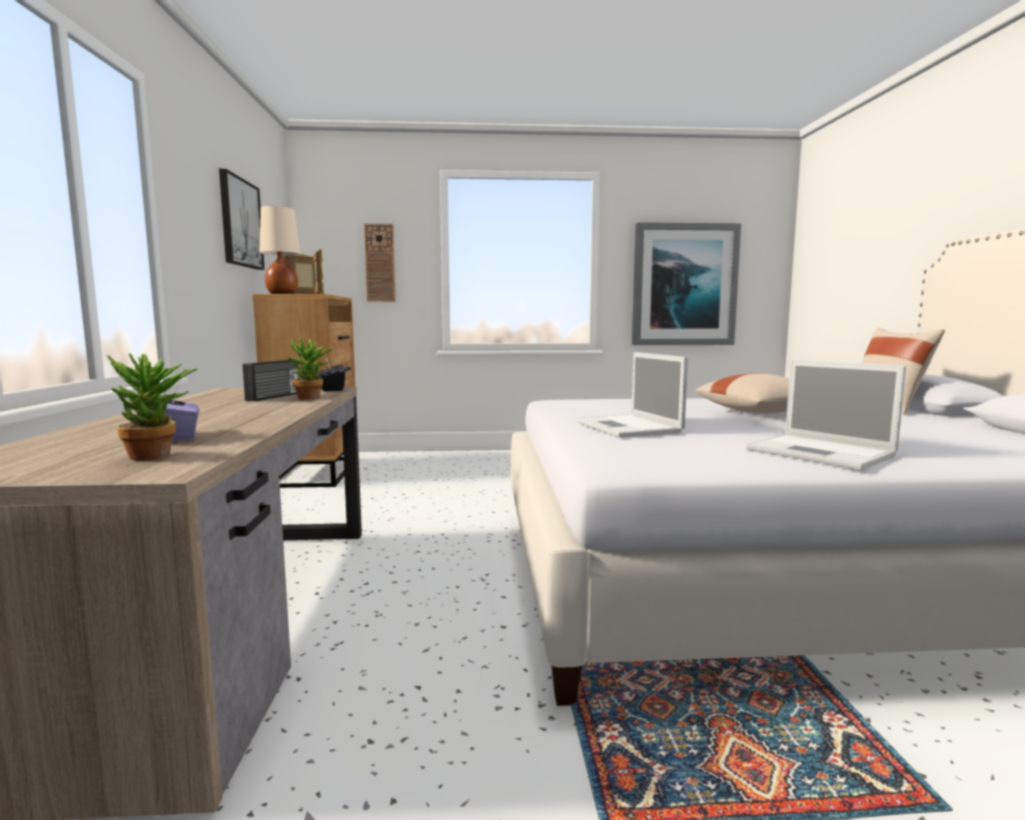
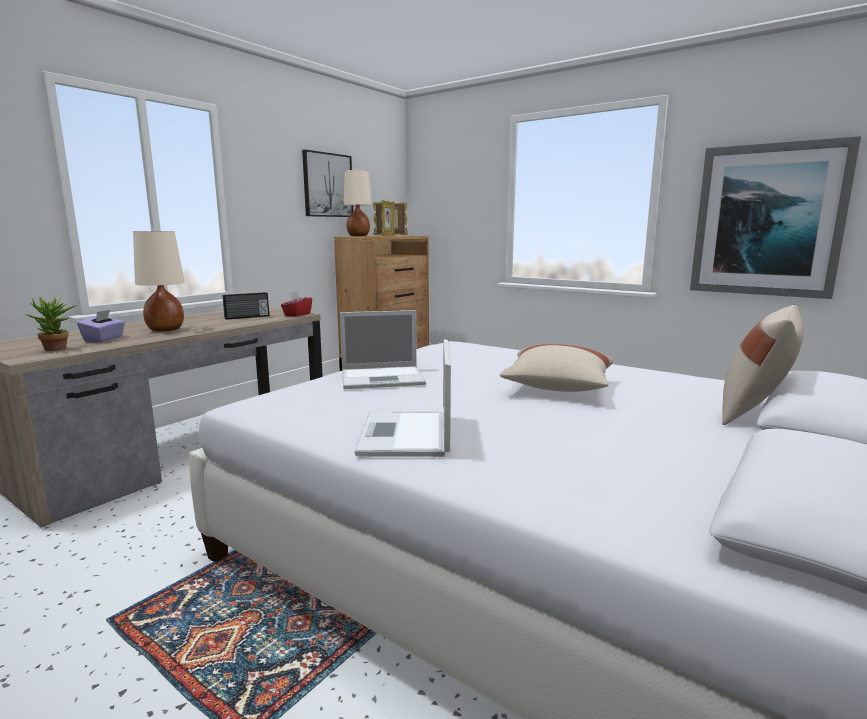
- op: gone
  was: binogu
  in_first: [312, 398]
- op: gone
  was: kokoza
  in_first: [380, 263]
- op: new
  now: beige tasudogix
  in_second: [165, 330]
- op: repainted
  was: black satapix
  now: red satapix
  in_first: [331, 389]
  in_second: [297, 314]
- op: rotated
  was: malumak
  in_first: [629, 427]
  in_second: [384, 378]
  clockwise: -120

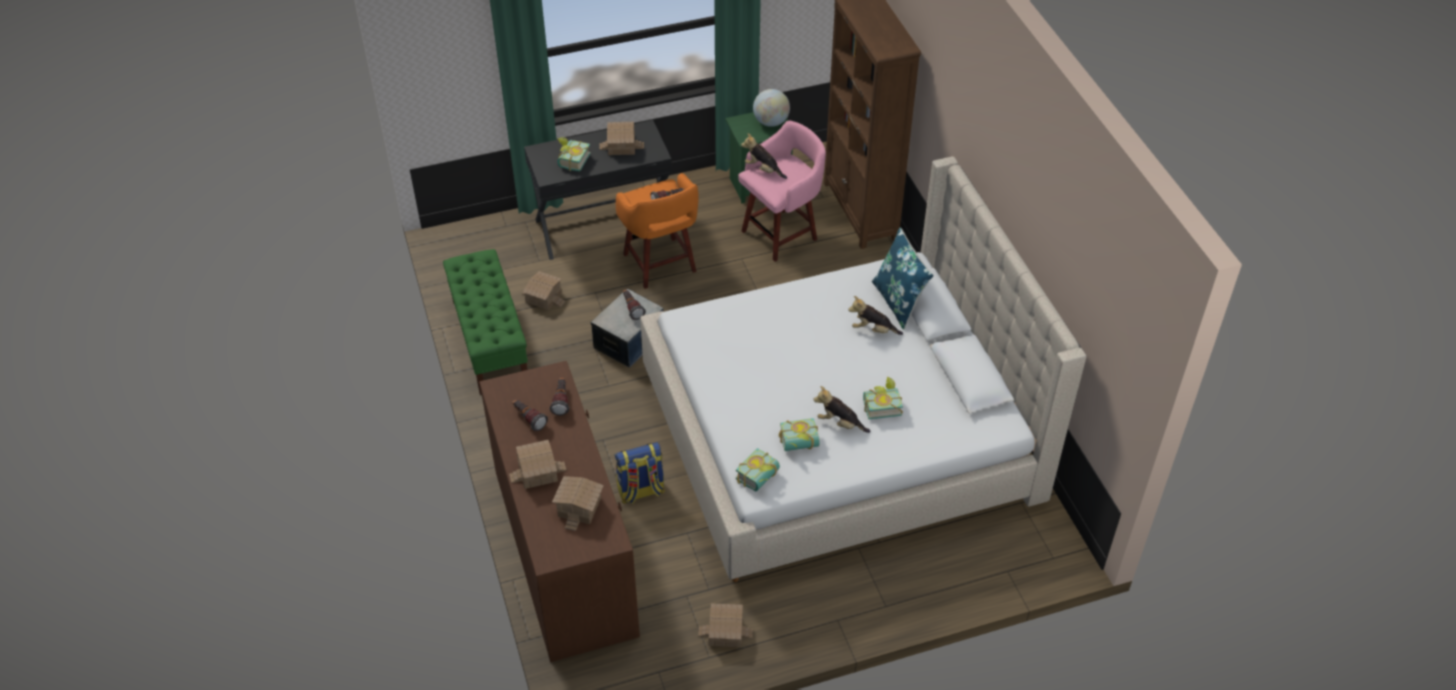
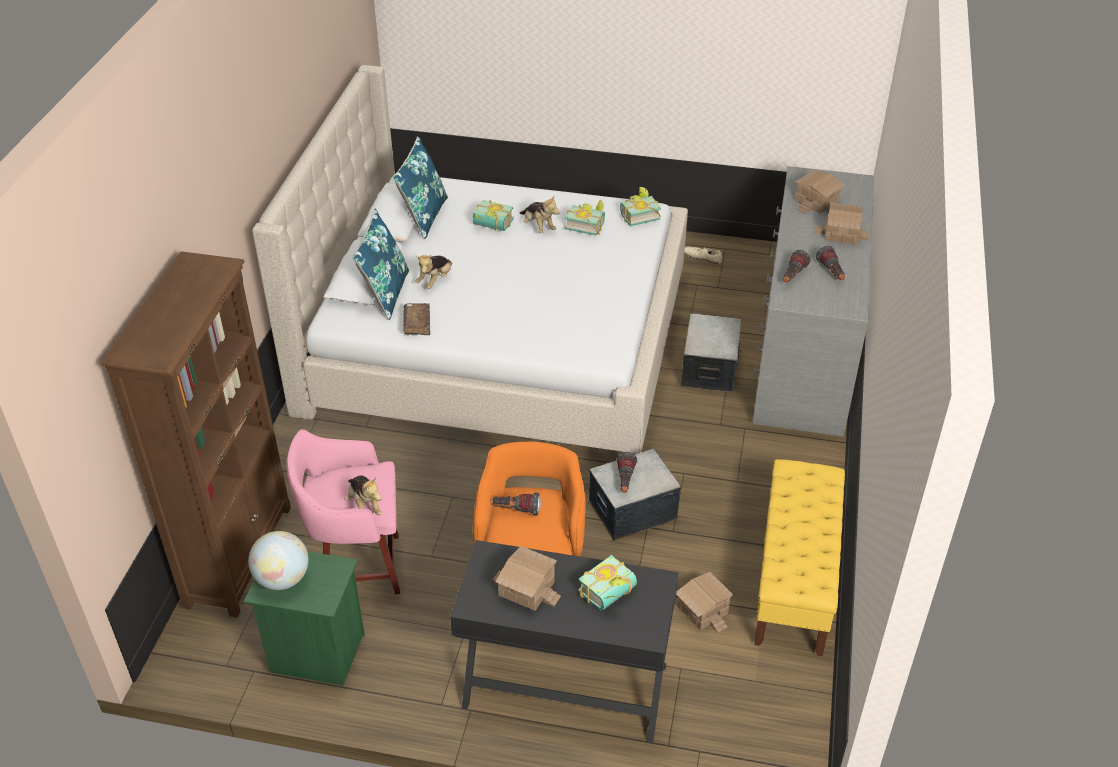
- op: new
  now: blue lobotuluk
  in_second: [423, 216]
- op: new
  now: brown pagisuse
  in_second: [417, 323]
- op: swapped
  was: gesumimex
  now: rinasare
  in_first: [640, 491]
  in_second: [710, 369]
- op: swapped
  was: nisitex
  now: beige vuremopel
  in_first: [725, 632]
  in_second: [702, 257]
- op: repainted
  was: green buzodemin
  now: yellow buzodemin
  in_first: [489, 341]
  in_second: [794, 580]
- op: repainted
  was: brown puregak
  now: grey puregak
  in_first: [564, 550]
  in_second: [805, 351]
- op: rotated
  was: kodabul
  in_first: [873, 330]
  in_second: [435, 280]
  clockwise: 75

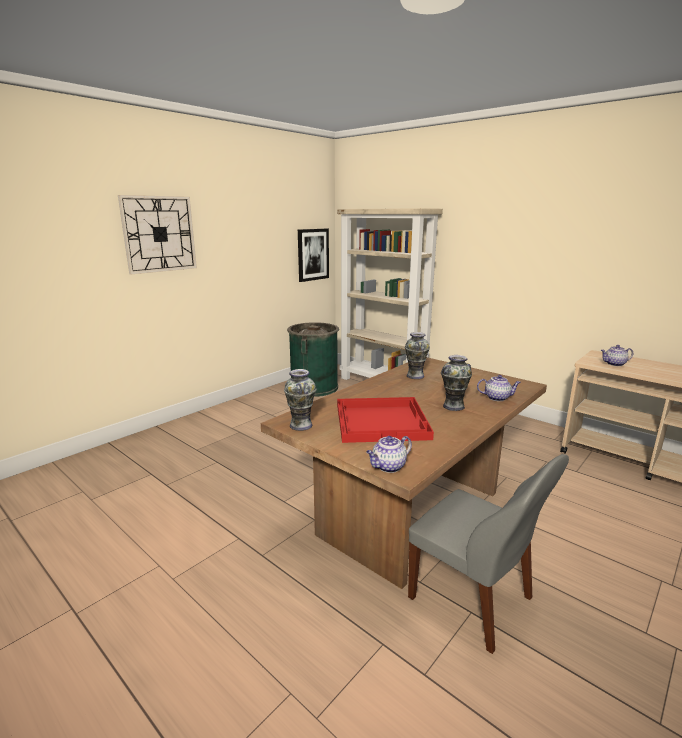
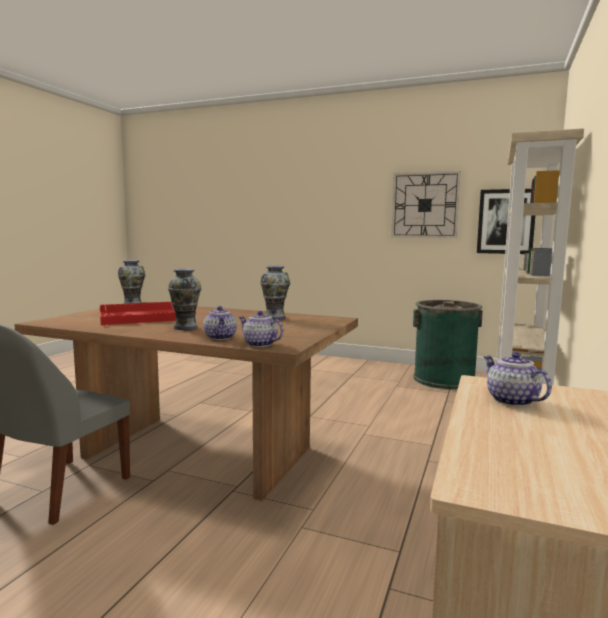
- op: shifted
  was: kokoza
  in_first: [159, 234]
  in_second: [425, 205]
- op: shifted
  was: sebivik
  in_first: [388, 467]
  in_second: [259, 344]

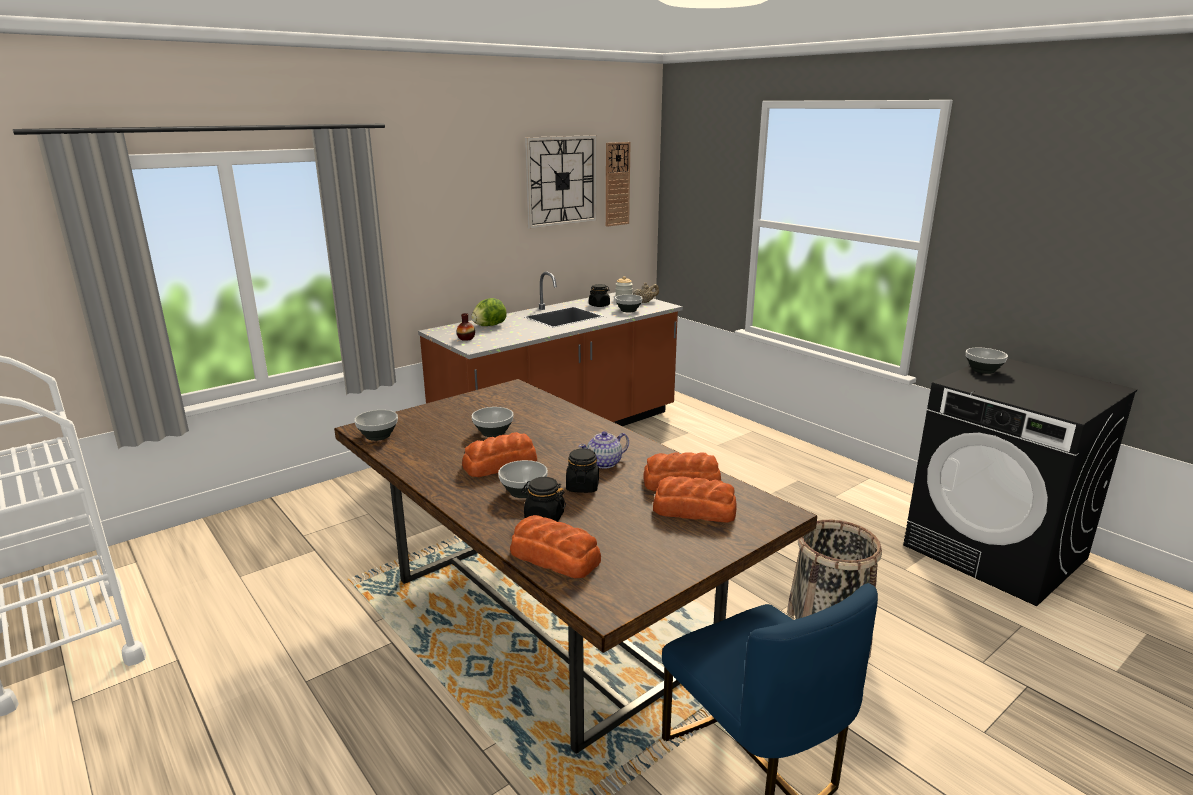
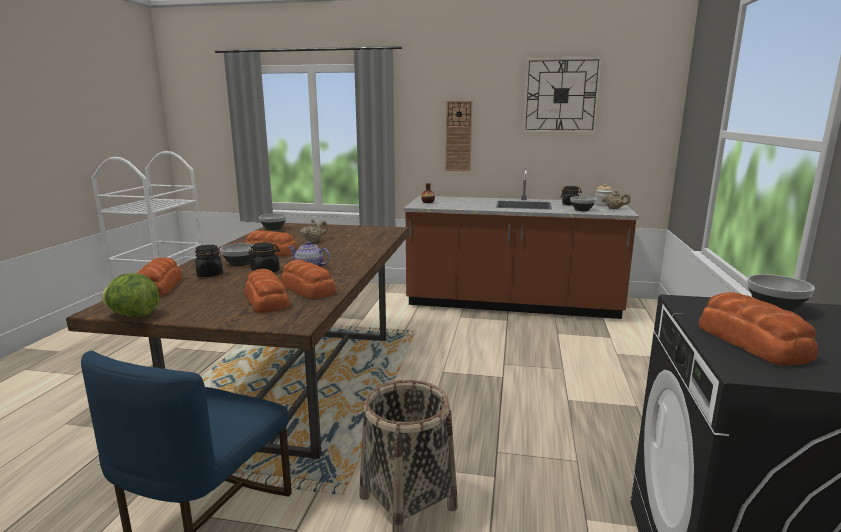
- op: new
  now: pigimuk
  in_second: [751, 342]
- op: shifted
  was: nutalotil
  in_first: [489, 326]
  in_second: [133, 315]
- op: shifted
  was: kokoza
  in_first: [617, 184]
  in_second: [458, 136]
- op: swapped
  was: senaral
  now: beige sebivik
  in_first: [493, 432]
  in_second: [314, 241]

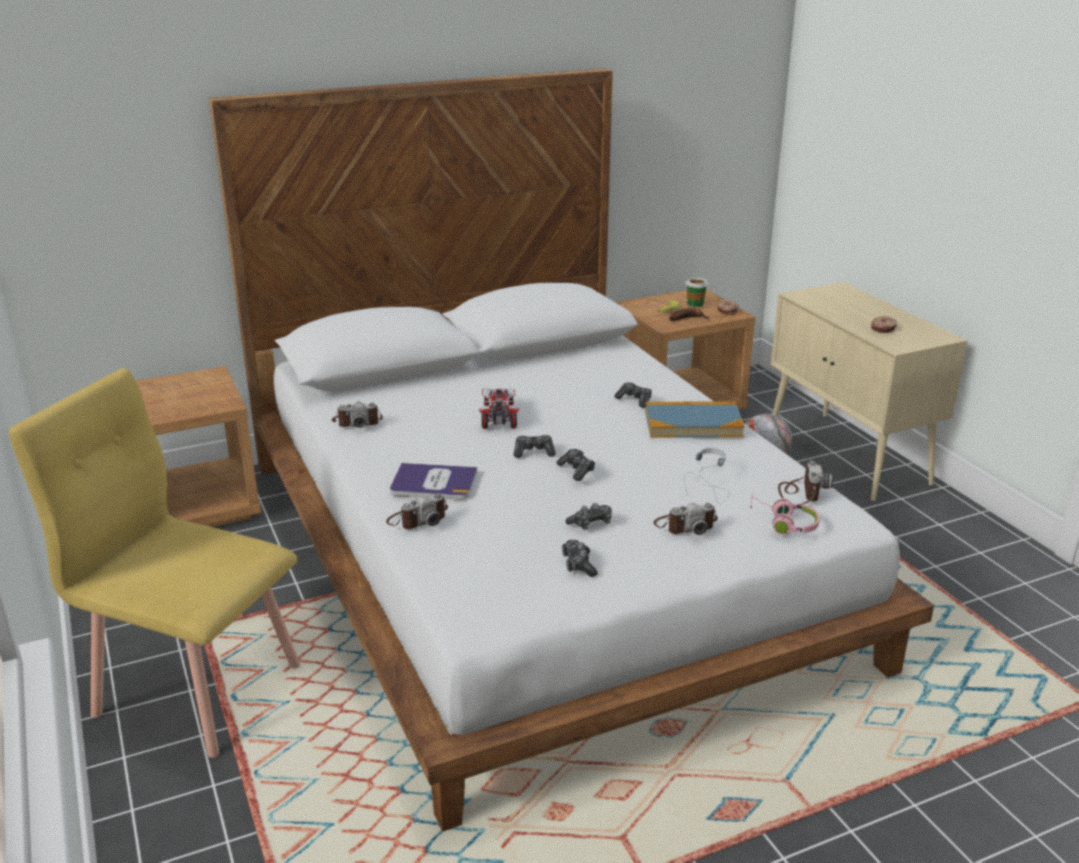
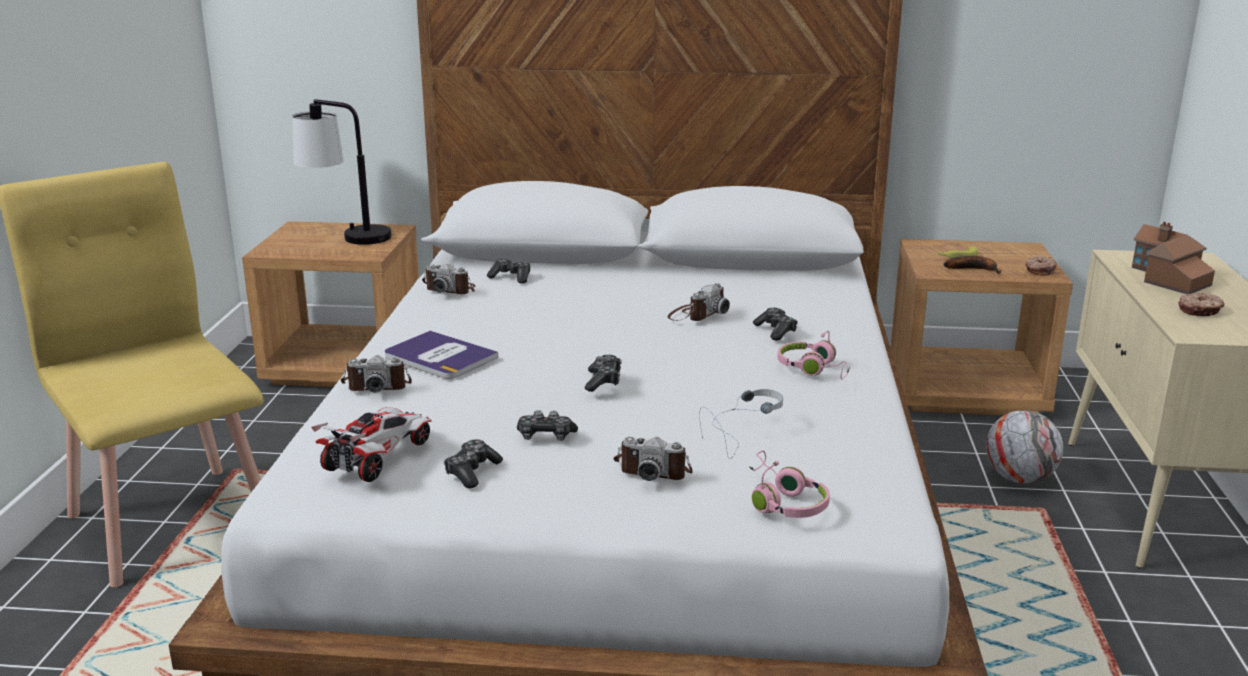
- op: gone
  was: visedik
  in_first: [695, 304]
- op: new
  now: tasudogix
  in_second: [346, 236]
- op: new
  now: nisitex
  in_second: [1166, 278]
- op: shifted
  was: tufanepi
  in_first: [498, 416]
  in_second: [378, 457]
- op: shifted
  was: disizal
  in_first: [534, 452]
  in_second: [511, 277]
- op: shifted
  was: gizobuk
  in_first: [801, 492]
  in_second: [697, 314]
- op: swapped
  was: pagisuse
  now: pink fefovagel
  in_first: [693, 424]
  in_second: [814, 369]

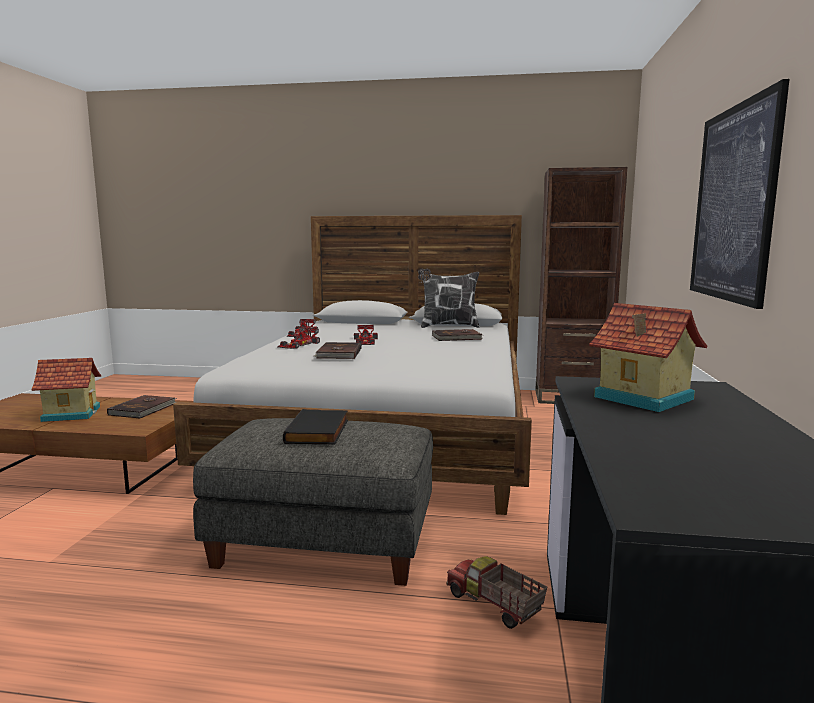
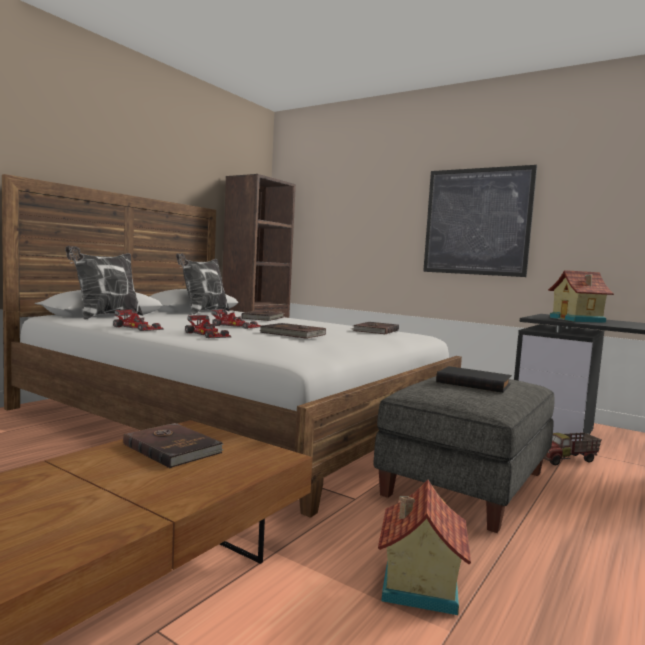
- op: new
  now: lobotuluk
  in_second: [106, 316]
- op: new
  now: brown pagisuse
  in_second: [375, 330]
- op: shifted
  was: nisitex
  in_first: [71, 413]
  in_second: [417, 586]

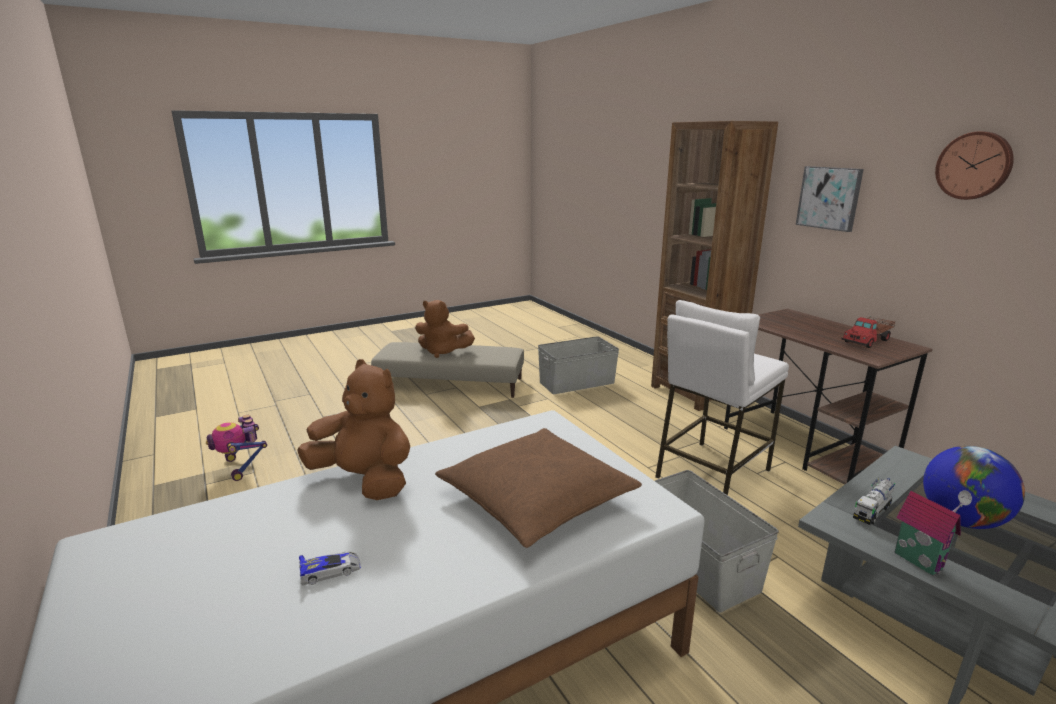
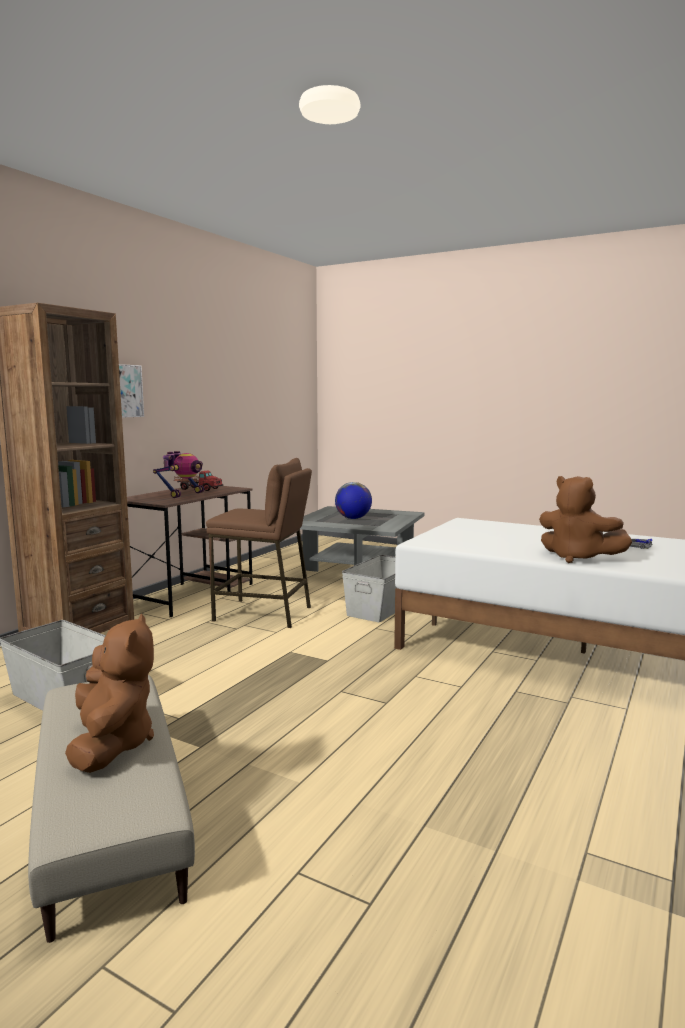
- op: gone
  was: brown lobotuluk
  in_first: [536, 499]
- op: gone
  was: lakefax
  in_first: [872, 511]
- op: gone
  was: nisitex
  in_first: [920, 560]
- op: gone
  was: kokoza
  in_first: [974, 165]
- op: shifted
  was: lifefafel
  in_first: [242, 467]
  in_second: [183, 494]
- op: repainted
  was: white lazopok
  now: brown lazopok
  in_first: [711, 473]
  in_second: [263, 614]
- op: rotated
  was: brown kodabul
  in_first: [364, 480]
  in_second: [577, 558]
  clockwise: -45

